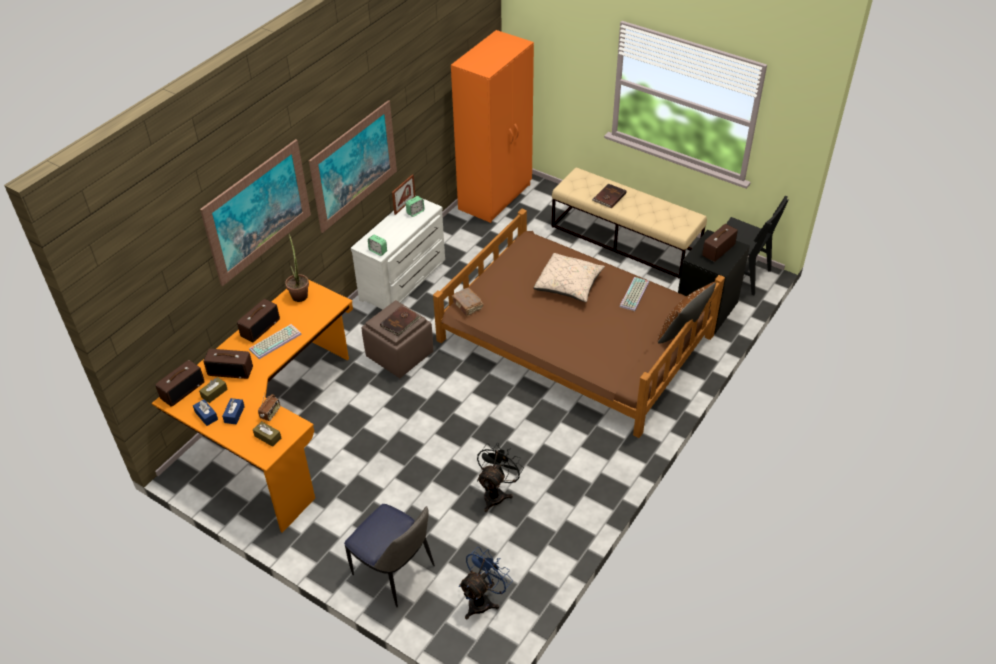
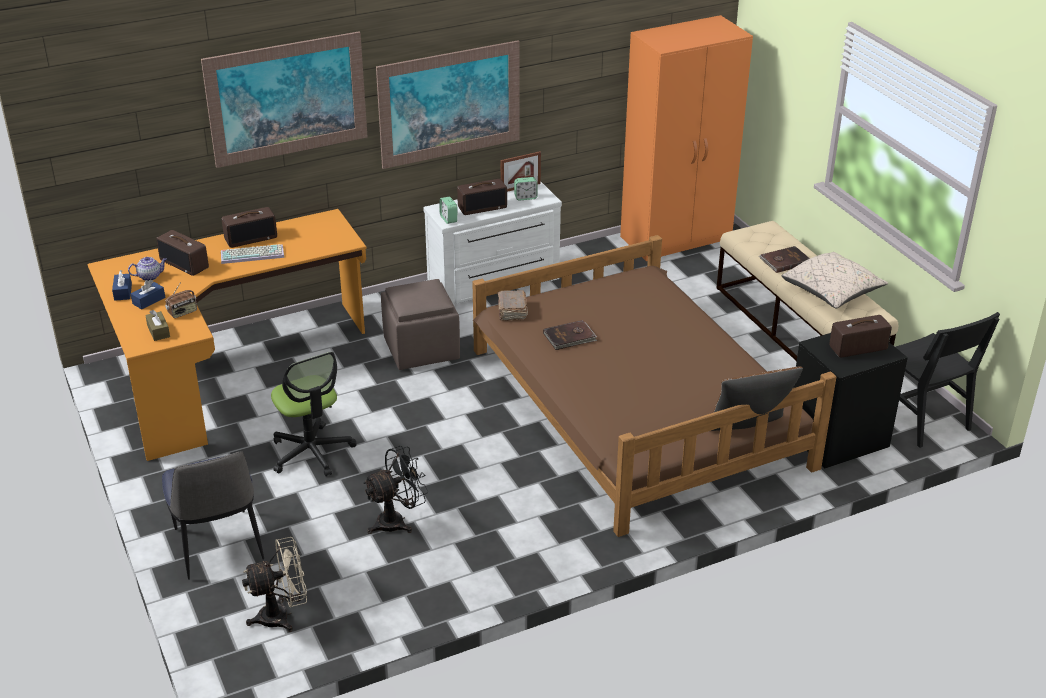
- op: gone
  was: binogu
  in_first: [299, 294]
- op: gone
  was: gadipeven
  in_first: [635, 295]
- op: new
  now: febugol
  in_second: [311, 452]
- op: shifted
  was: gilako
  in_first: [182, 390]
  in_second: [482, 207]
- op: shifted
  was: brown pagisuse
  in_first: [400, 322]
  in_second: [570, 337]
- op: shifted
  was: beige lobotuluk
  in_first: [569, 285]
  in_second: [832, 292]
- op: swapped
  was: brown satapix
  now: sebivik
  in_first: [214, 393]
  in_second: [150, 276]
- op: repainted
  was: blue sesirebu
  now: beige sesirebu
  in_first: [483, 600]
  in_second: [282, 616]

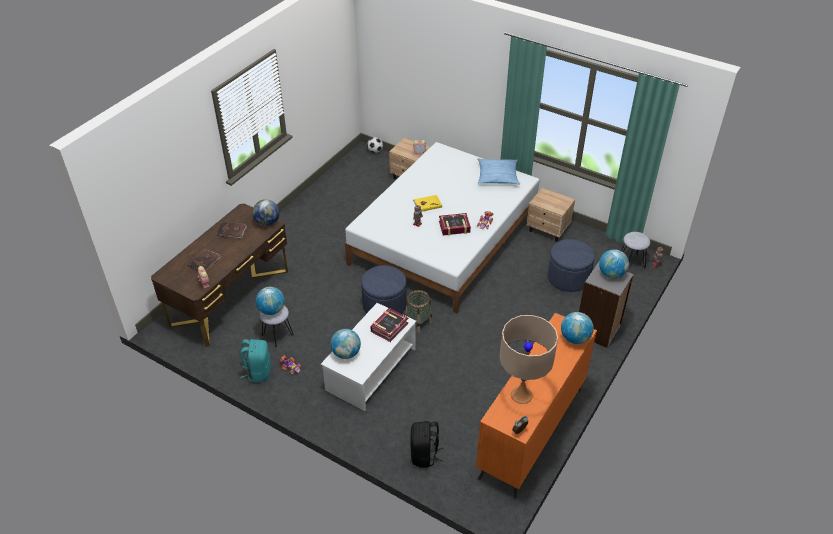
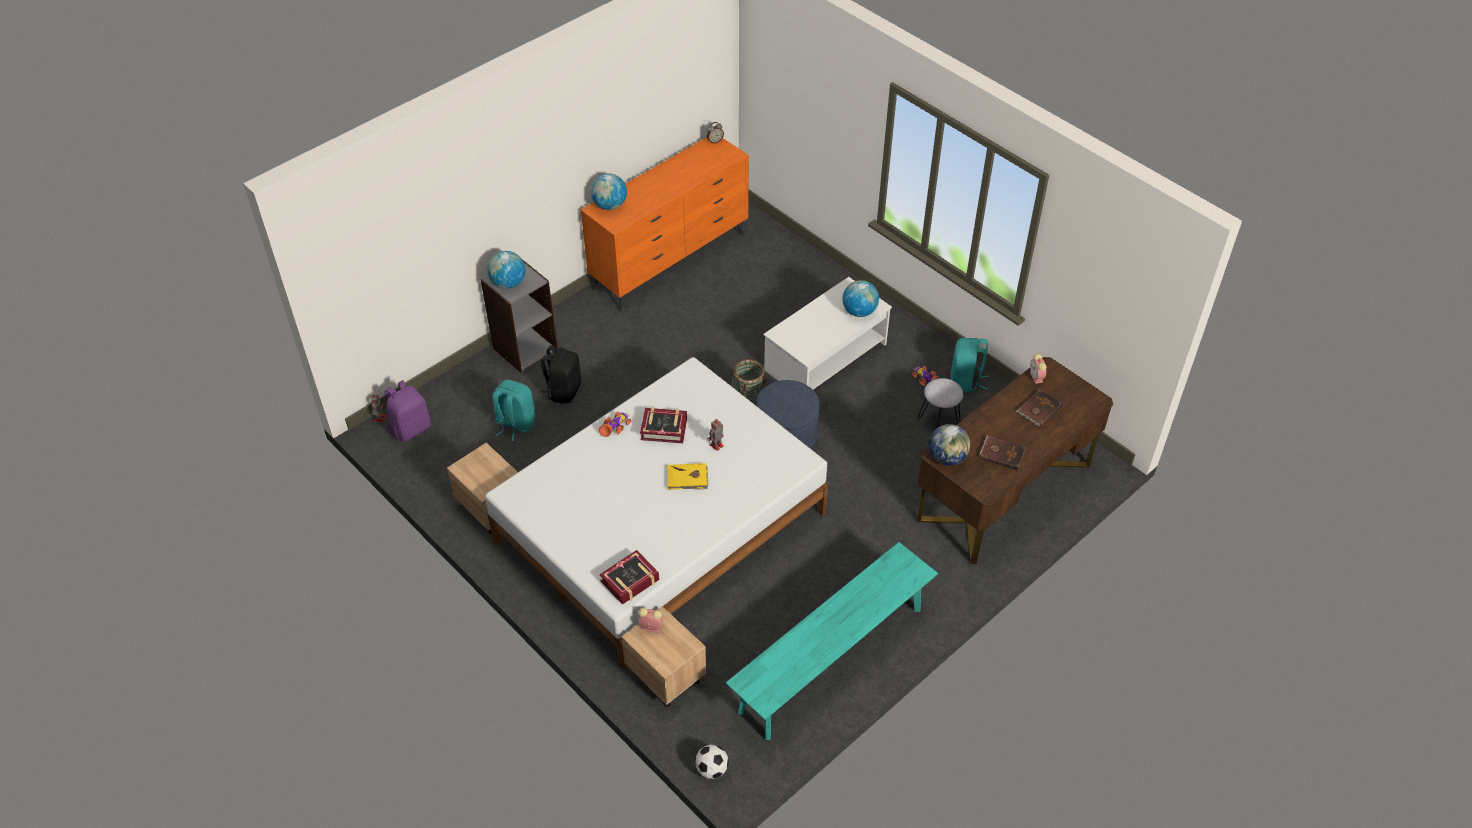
- op: gone
  was: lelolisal
  in_first: [271, 310]
- op: gone
  was: lobotuluk
  in_first: [497, 176]
- op: gone
  was: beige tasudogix
  in_first: [521, 395]
- op: new
  now: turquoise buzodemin
  in_second: [831, 659]
- op: shifted
  was: pagisuse
  in_first: [389, 327]
  in_second: [630, 581]
- op: shifted
  was: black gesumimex
  in_first: [424, 455]
  in_second: [563, 391]
- op: swapped
  was: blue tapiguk
  now: turquoise gesumimex
  in_first: [568, 278]
  in_second: [515, 424]
- op: swapped
  was: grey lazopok
  now: purple gesumimex
  in_first: [631, 262]
  in_second: [411, 428]

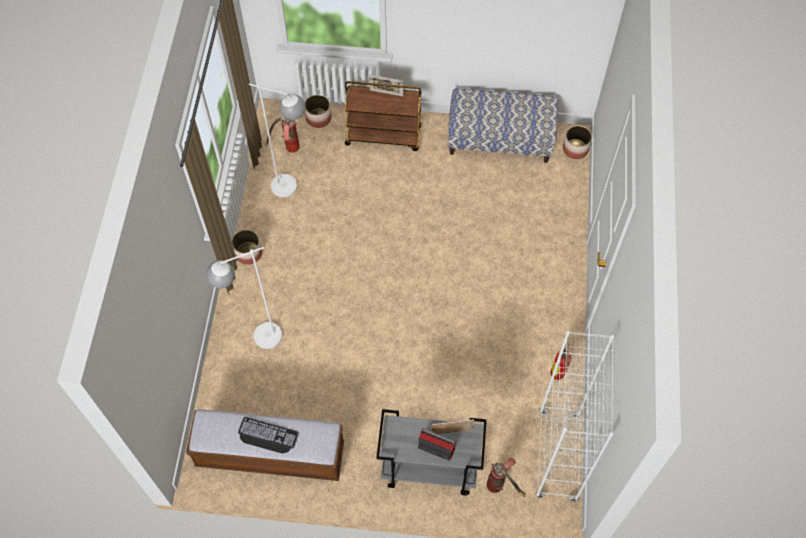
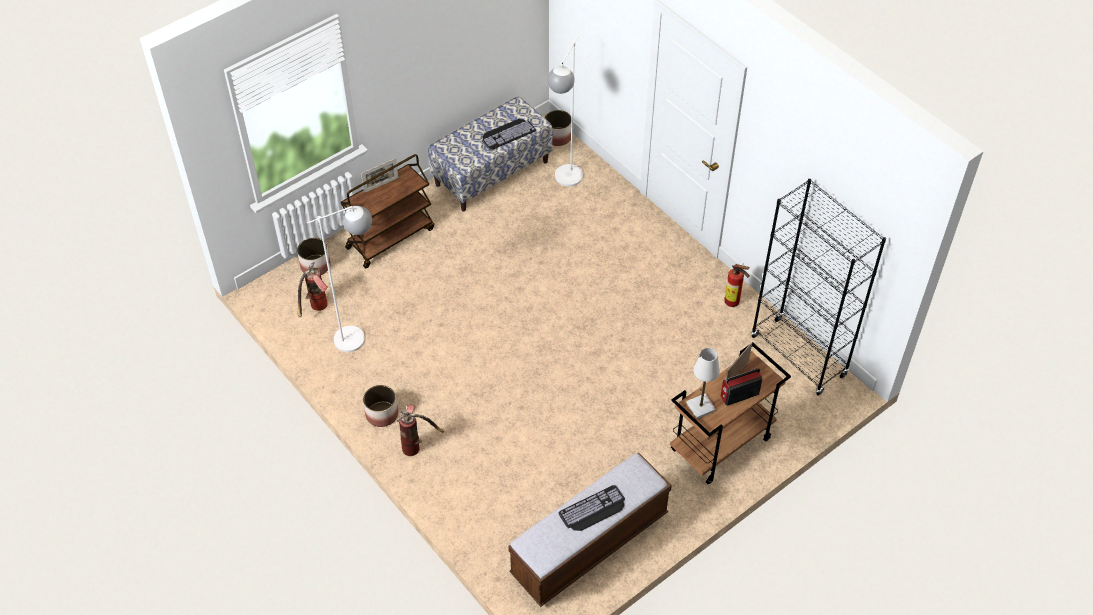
- op: new
  now: gadipeven
  in_second: [507, 133]
- op: new
  now: white tasudogix
  in_second: [700, 407]
- op: shifted
  was: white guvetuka
  in_first: [258, 339]
  in_second: [565, 183]
- op: shifted
  was: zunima
  in_first: [501, 486]
  in_second: [417, 445]
- op: repainted
  was: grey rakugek
  now: brown rakugek
  in_first: [428, 469]
  in_second: [721, 445]
- op: repainted
  was: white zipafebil
  now: black zipafebil
  in_first: [557, 456]
  in_second: [798, 356]

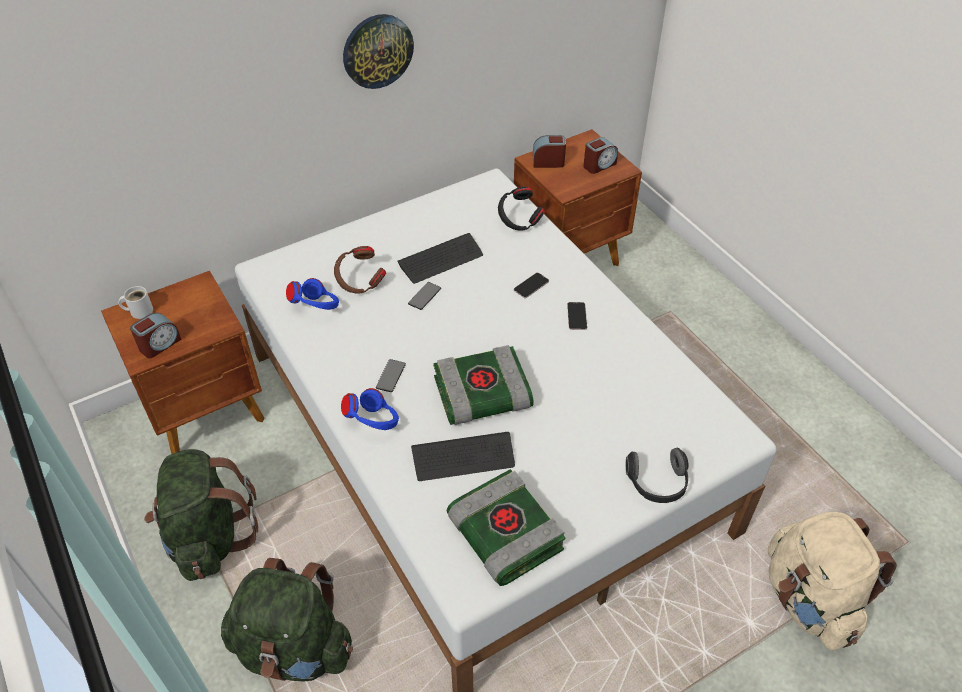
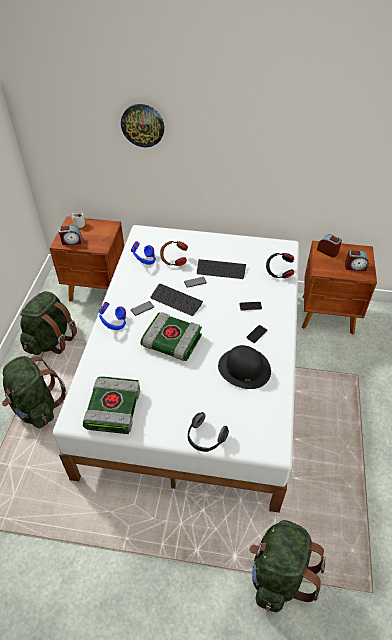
- op: new
  now: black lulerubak
  in_second: [244, 368]
- op: shifted
  was: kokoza
  in_first: [377, 51]
  in_second: [142, 125]
- op: shifted
  was: gadipeven
  in_first: [463, 457]
  in_second: [176, 300]
- op: repainted
  was: beige gesumimex
  now: green gesumimex
  in_first: [809, 600]
  in_second: [279, 573]

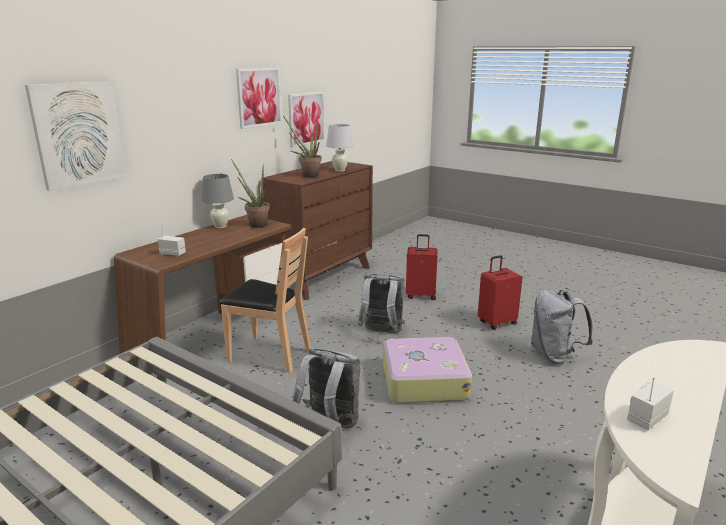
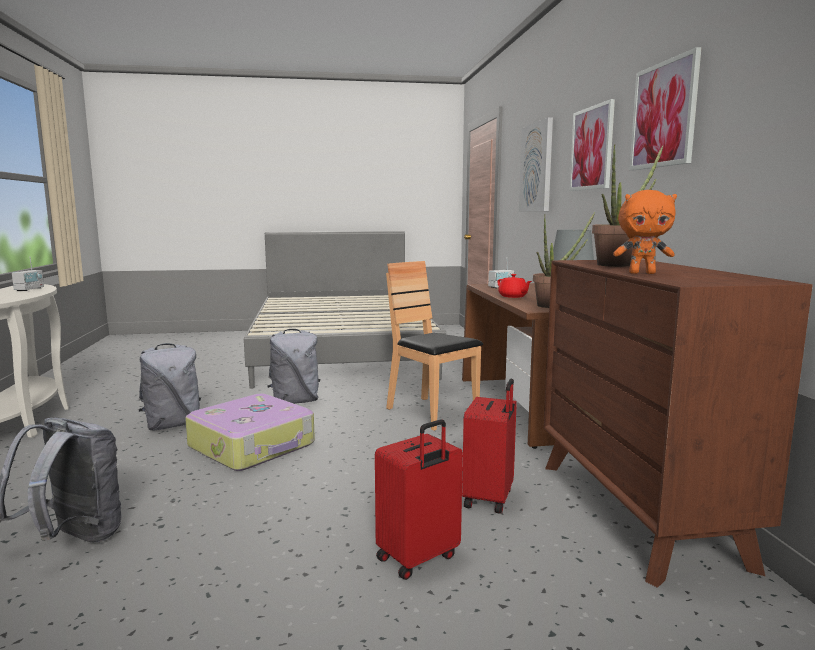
- op: new
  now: red sebivik
  in_second: [513, 296]
- op: shifted
  was: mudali
  in_first: [306, 118]
  in_second: [592, 148]
- op: shifted
  was: grey gesumimex
  in_first: [381, 333]
  in_second: [172, 425]
- op: shifted
  was: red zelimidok
  in_first: [496, 323]
  in_second: [490, 498]
- op: swapped
  was: white tasudogix
  now: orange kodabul
  in_first: [340, 170]
  in_second: [642, 273]
- op: rotated
  was: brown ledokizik
  in_first: [269, 355]
  in_second: [431, 413]
  clockwise: 75

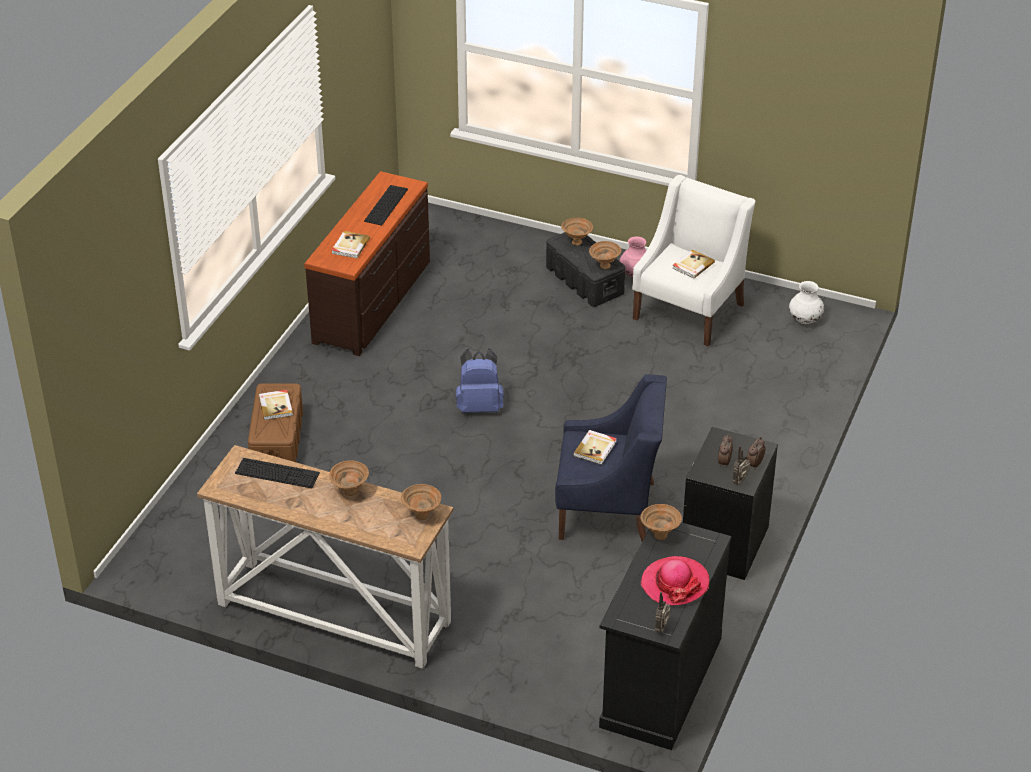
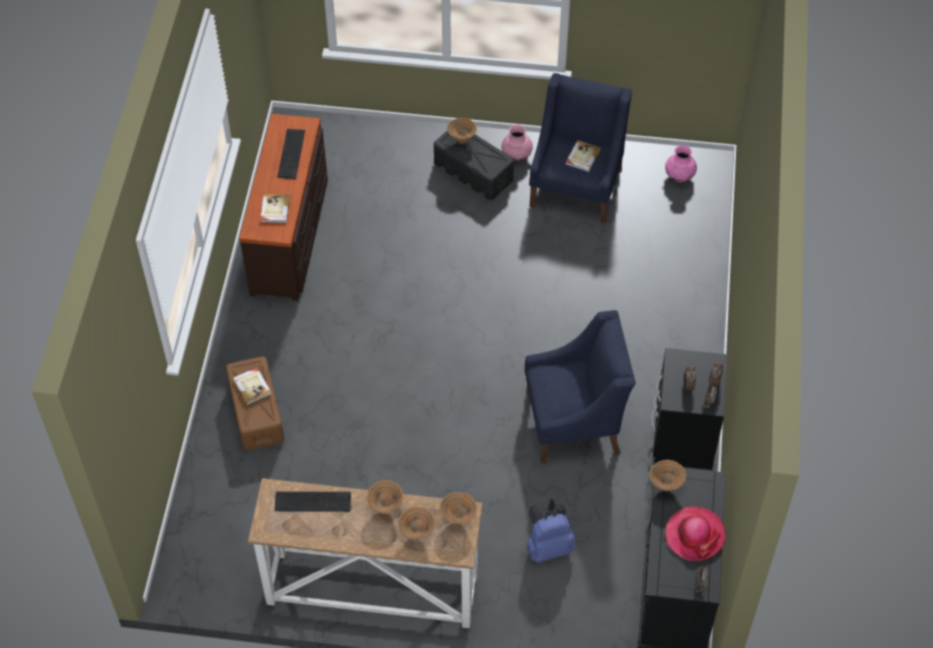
- op: gone
  was: pagisuse
  in_first: [595, 448]
- op: shifted
  was: blue gesumimex
  in_first: [479, 406]
  in_second: [548, 546]
- op: shifted
  was: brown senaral
  in_first: [604, 266]
  in_second: [417, 534]
- op: repainted
  was: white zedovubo
  now: blue zedovubo
  in_first: [689, 311]
  in_second: [576, 187]
- op: repainted
  was: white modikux
  now: pink modikux
  in_first: [805, 320]
  in_second: [679, 176]

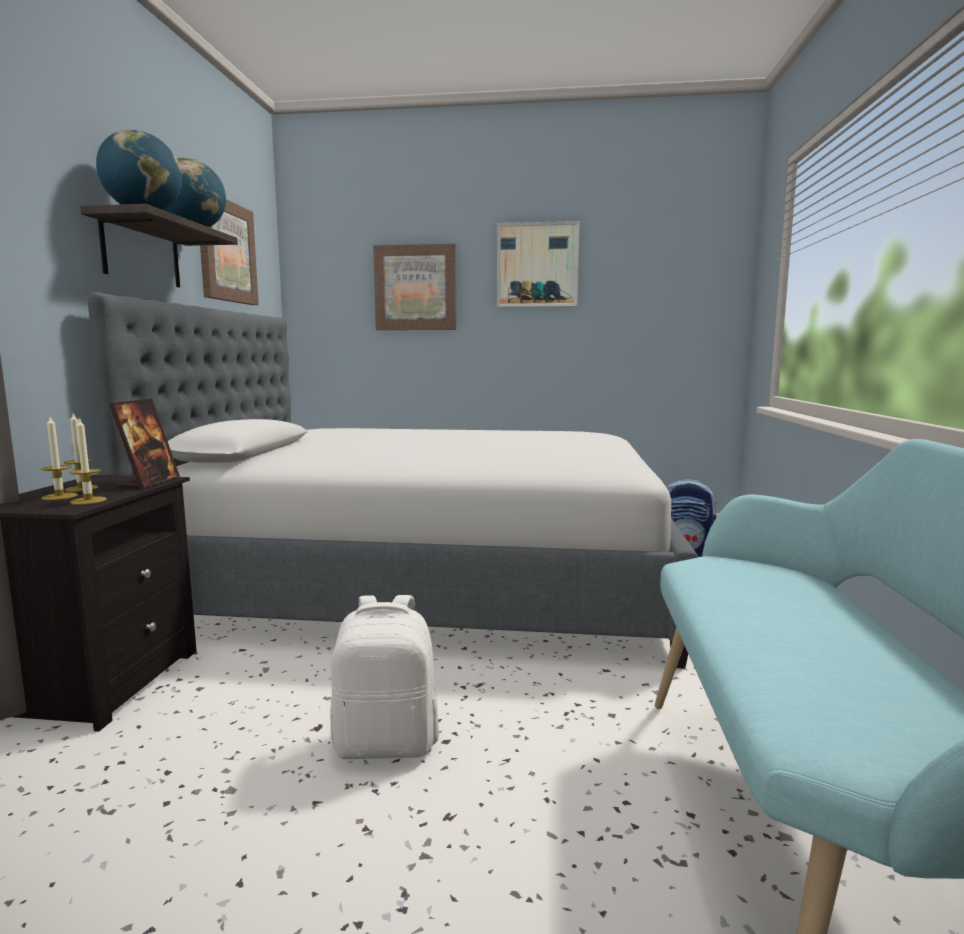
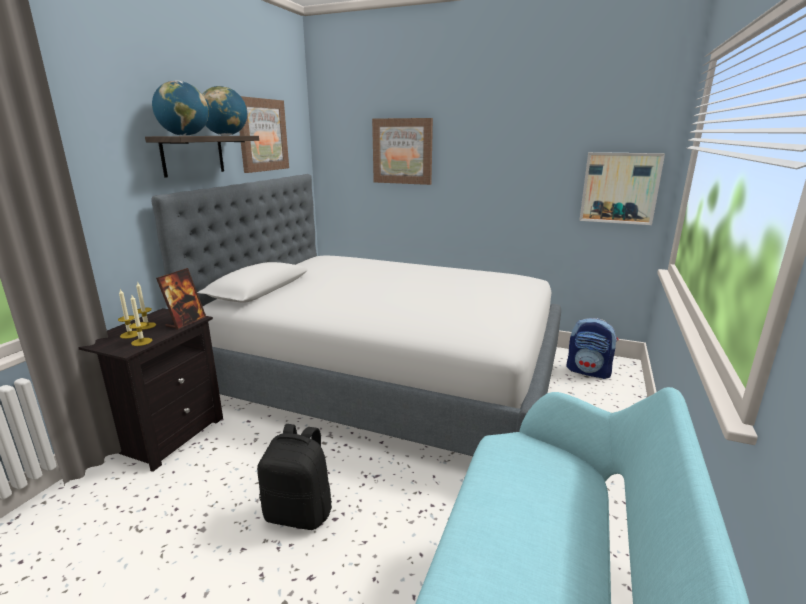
- op: shifted
  was: mudali
  in_first: [537, 265]
  in_second: [619, 188]
- op: repainted
  was: white gesumimex
  now: black gesumimex
  in_first: [387, 743]
  in_second: [300, 513]

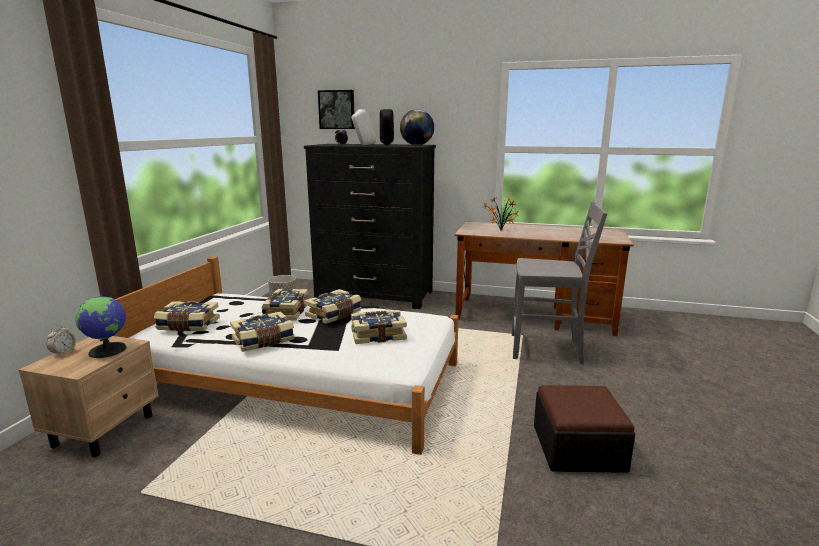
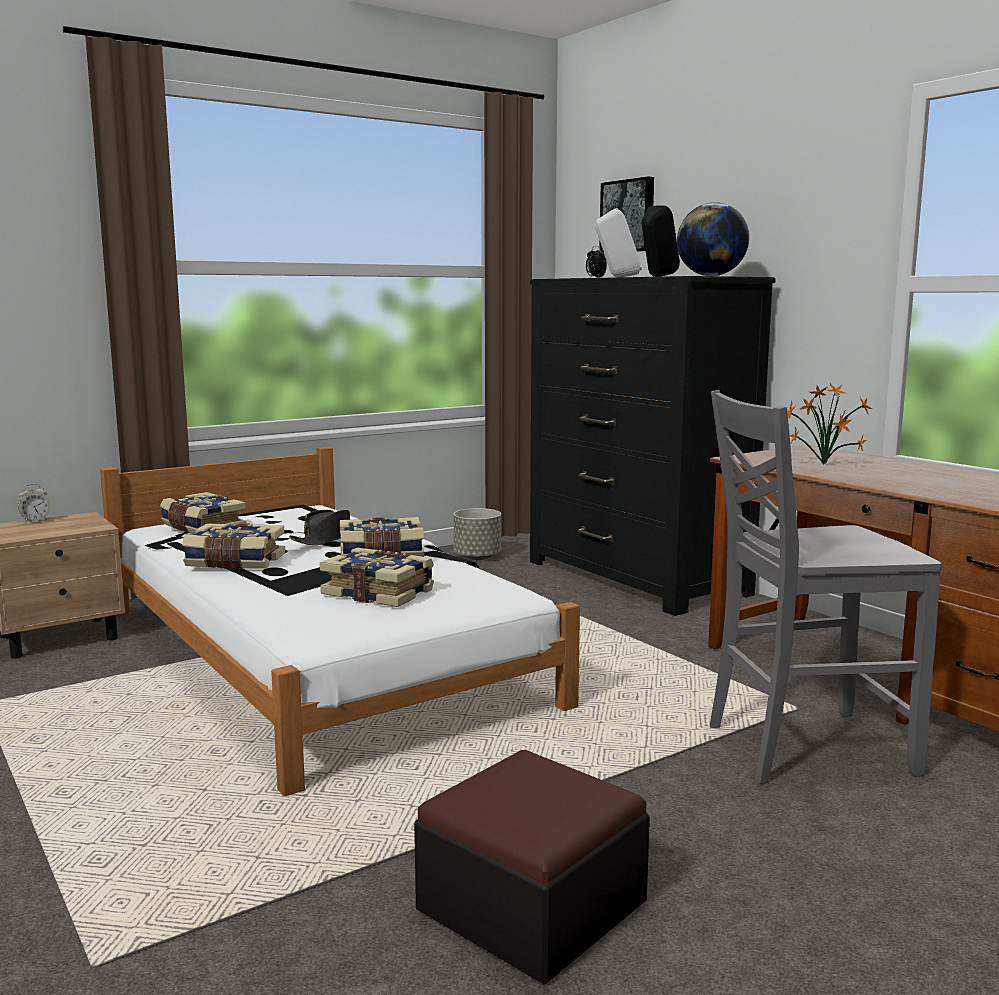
- op: gone
  was: lelolisal
  in_first: [108, 350]
- op: swapped
  was: pagisuse
  now: black lulerubak
  in_first: [285, 312]
  in_second: [329, 539]
- op: rotated
  was: grey ledokizik
  in_first: [547, 350]
  in_second: [803, 748]
  clockwise: 120

